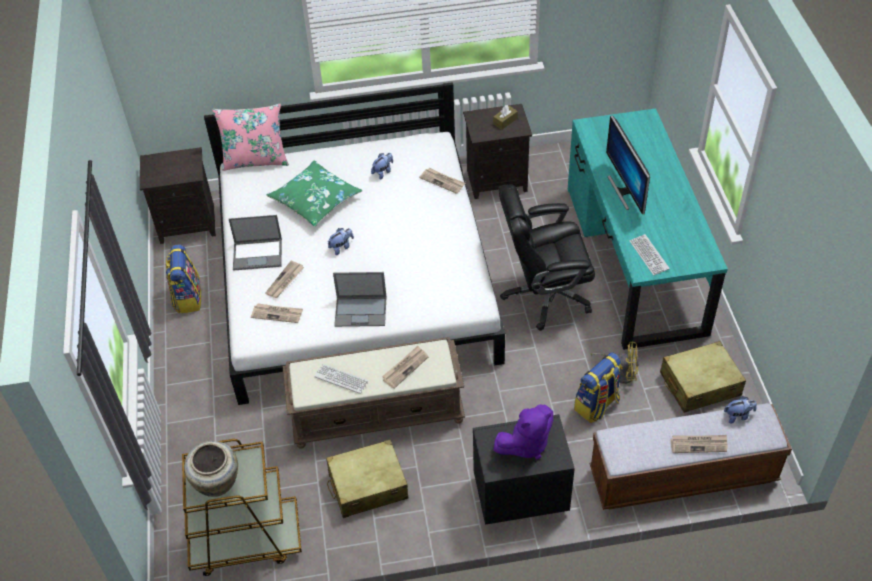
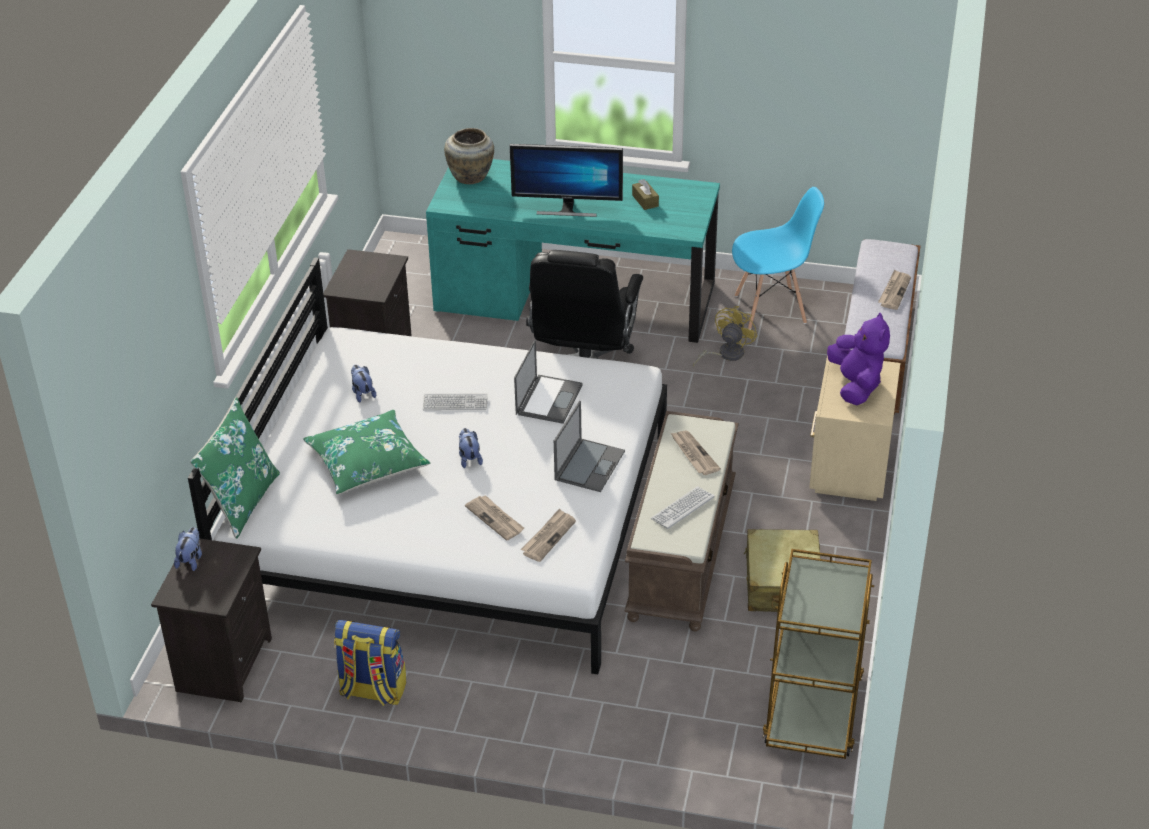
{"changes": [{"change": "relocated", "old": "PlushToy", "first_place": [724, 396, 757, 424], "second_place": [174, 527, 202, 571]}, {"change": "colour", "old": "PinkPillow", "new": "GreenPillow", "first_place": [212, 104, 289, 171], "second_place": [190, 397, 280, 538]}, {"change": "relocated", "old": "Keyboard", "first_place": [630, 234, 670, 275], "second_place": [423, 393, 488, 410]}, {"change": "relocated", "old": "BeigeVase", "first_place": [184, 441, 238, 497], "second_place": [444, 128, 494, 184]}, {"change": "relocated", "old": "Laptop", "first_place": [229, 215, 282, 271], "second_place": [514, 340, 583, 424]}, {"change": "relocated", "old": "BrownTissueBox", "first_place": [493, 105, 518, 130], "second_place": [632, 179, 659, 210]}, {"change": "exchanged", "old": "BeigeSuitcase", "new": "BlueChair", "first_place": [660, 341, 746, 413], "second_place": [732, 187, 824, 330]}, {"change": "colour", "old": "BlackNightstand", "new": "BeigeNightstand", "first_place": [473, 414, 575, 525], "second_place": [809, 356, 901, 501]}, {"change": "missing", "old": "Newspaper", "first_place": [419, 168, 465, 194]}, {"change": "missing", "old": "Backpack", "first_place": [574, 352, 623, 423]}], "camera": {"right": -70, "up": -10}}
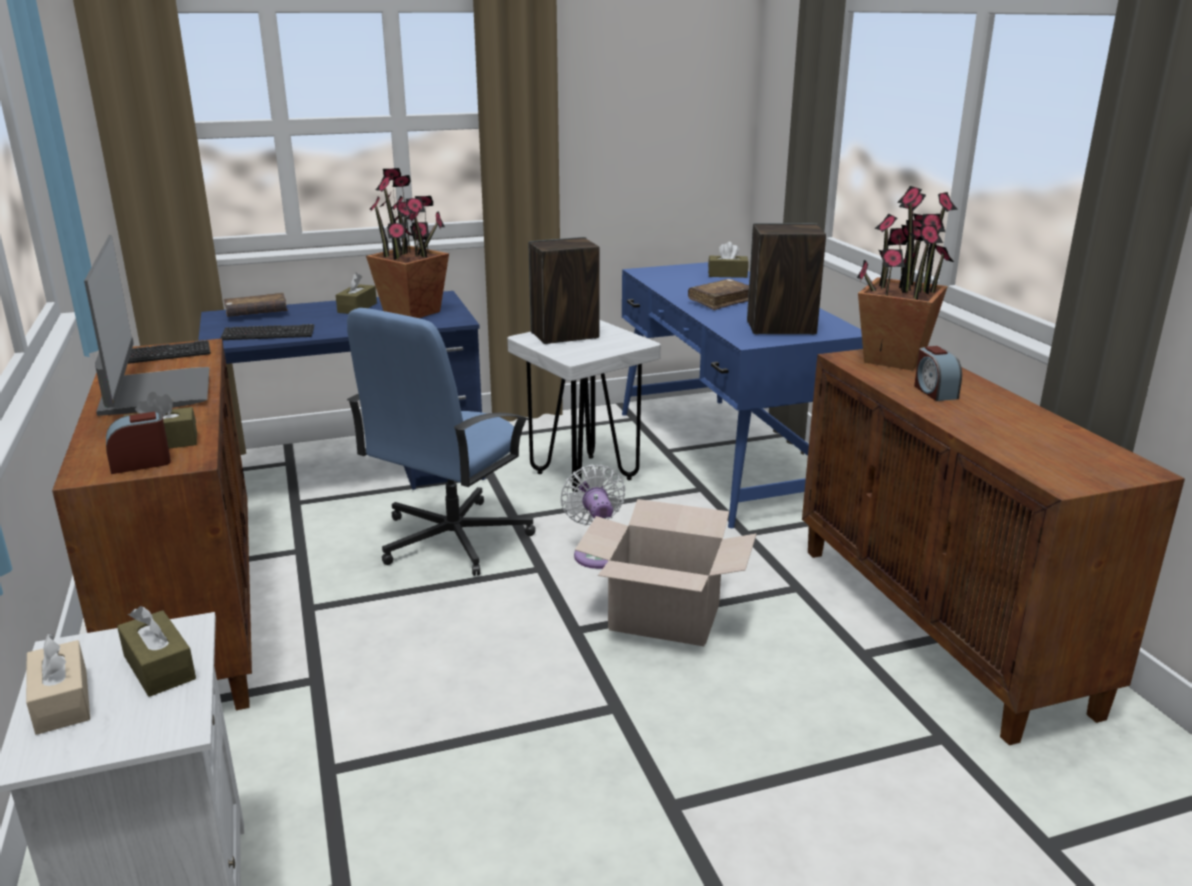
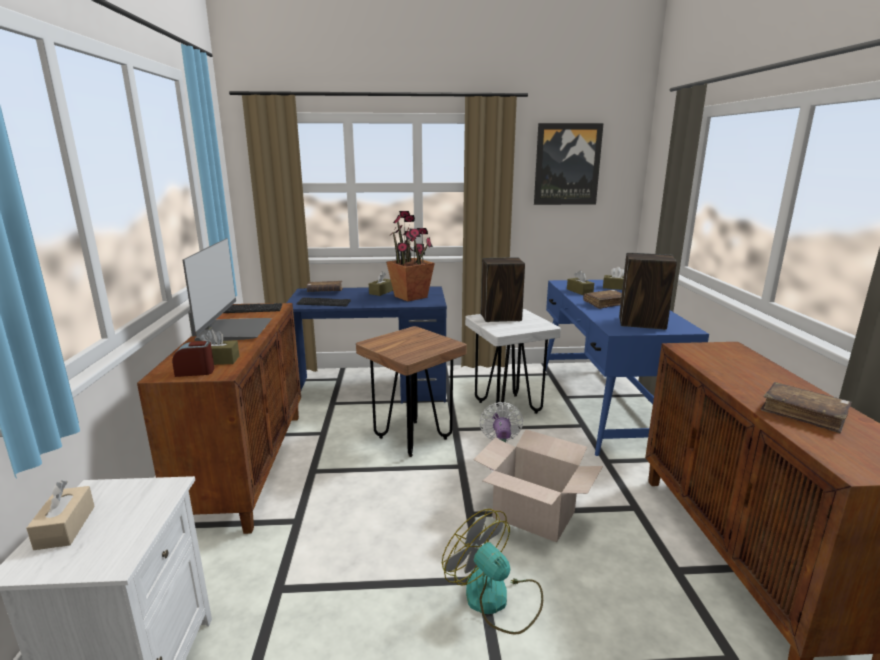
{"changes": [{"change": "exchanged", "old": "BlueOfficeChair", "new": "BrownStool", "first_place": [347, 308, 535, 576], "second_place": [356, 326, 467, 457]}, {"change": "appeared", "new": "Fan", "second_place": [442, 509, 543, 635]}, {"change": "appeared", "new": "Picture", "second_place": [534, 123, 604, 205]}, {"change": "relocated", "old": "BrownTissueBox", "first_place": [117, 606, 196, 697], "second_place": [567, 270, 594, 295]}, {"change": "appeared", "new": "BrownBook", "second_place": [760, 382, 852, 433]}, {"change": "missing", "old": "PottedPlant", "first_place": [857, 186, 958, 371]}, {"change": "missing", "old": "AlarmClock", "first_place": [914, 346, 962, 401]}], "camera": {"right": 15, "up": -5}}
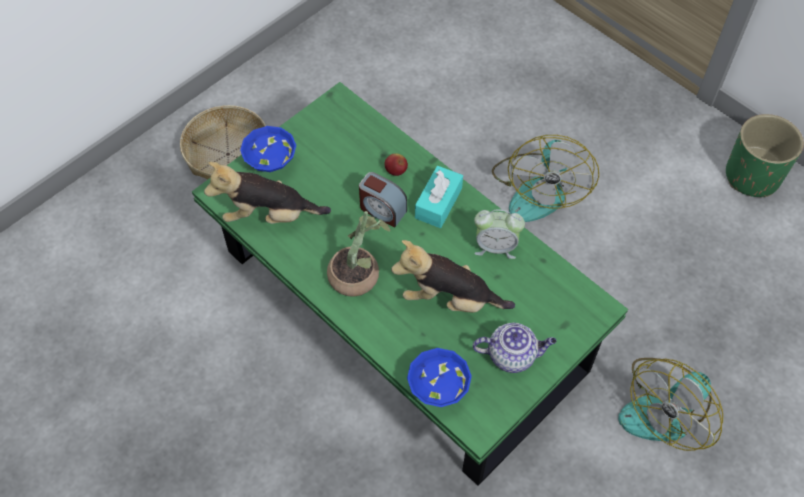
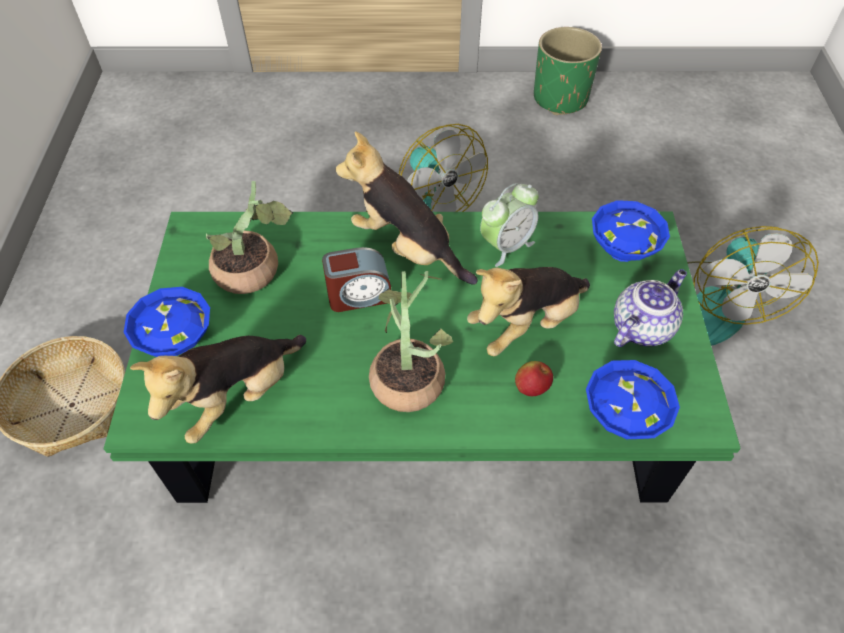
{"changes": [{"change": "appeared", "new": "PottedPlant", "second_place": [206, 181, 293, 294]}, {"change": "exchanged", "old": "TurquoiseTissueBox", "new": "PlushToy", "first_place": [415, 166, 463, 228], "second_place": [336, 131, 478, 285]}, {"change": "relocated", "old": "Apple", "first_place": [384, 153, 408, 176], "second_place": [515, 361, 553, 396]}, {"change": "appeared", "new": "BlueBowl", "second_place": [592, 200, 670, 262]}], "camera": {"right": -45, "up": -5}}
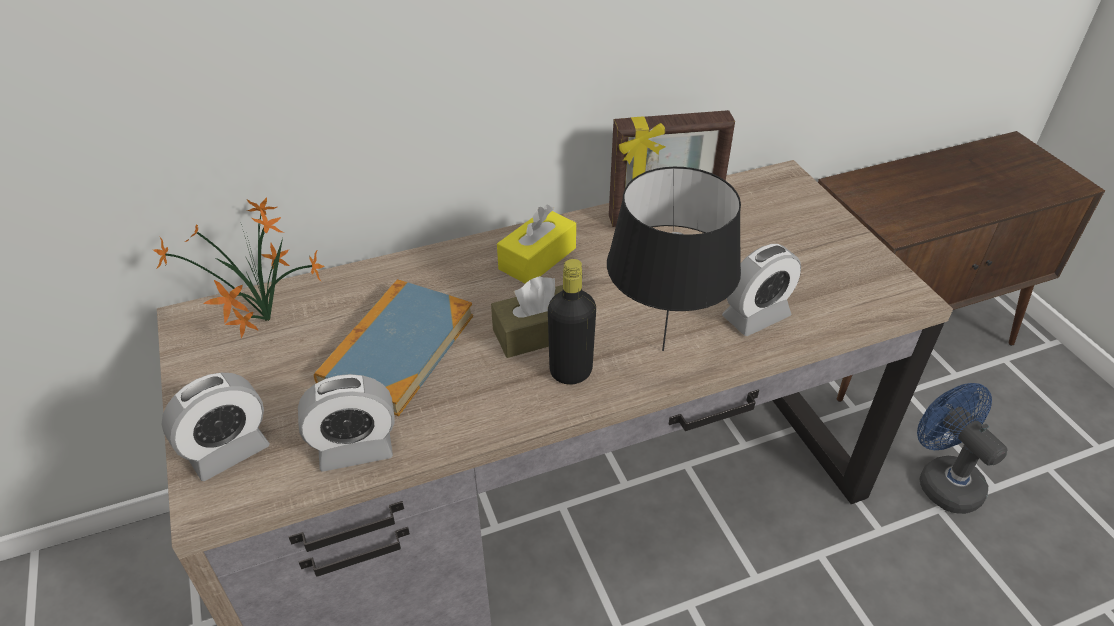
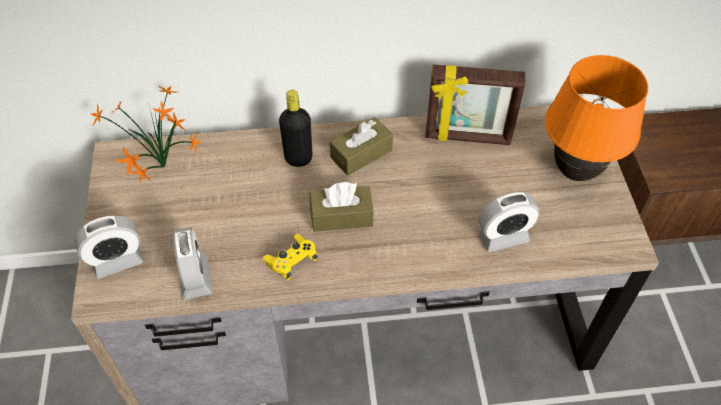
{"changes": [{"change": "spun", "old": "AlarmClock", "first_place": [298, 374, 394, 472], "second_place": [173, 227, 213, 300], "degrees": -105}, {"change": "appeared", "new": "YellowGameController", "second_place": [263, 234, 318, 280]}, {"change": "relocated", "old": "BlackBottle", "first_place": [548, 259, 596, 384], "second_place": [279, 90, 313, 167]}, {"change": "colour", "old": "YellowTissueBox", "new": "BrownTissueBox", "first_place": [497, 204, 576, 284], "second_place": [330, 117, 393, 176]}, {"change": "appeared", "new": "OrangeTableLamp", "second_place": [545, 55, 648, 181]}, {"change": "missing", "old": "Book", "first_place": [314, 279, 473, 416]}, {"change": "missing", "old": "BlackTableLamp", "first_place": [607, 167, 741, 351]}, {"change": "missing", "old": "BlueFan", "first_place": [917, 383, 1008, 514]}], "camera": {"right": 15, "up": 10}}
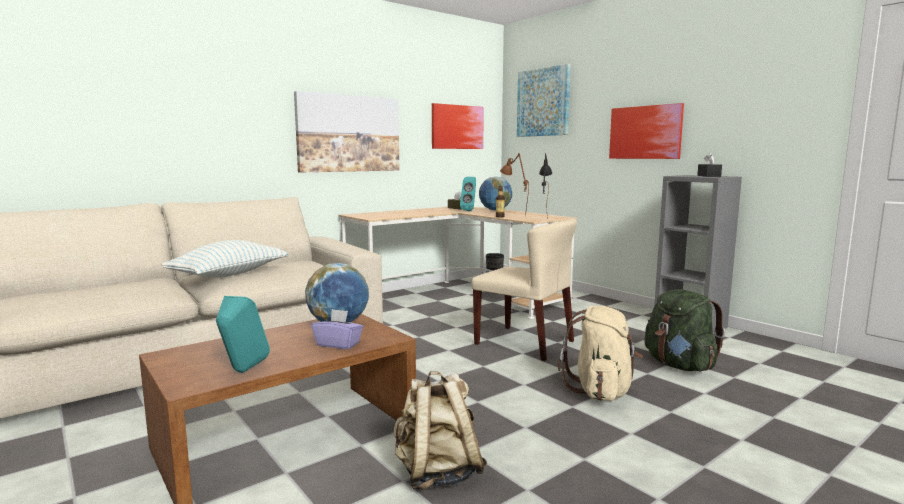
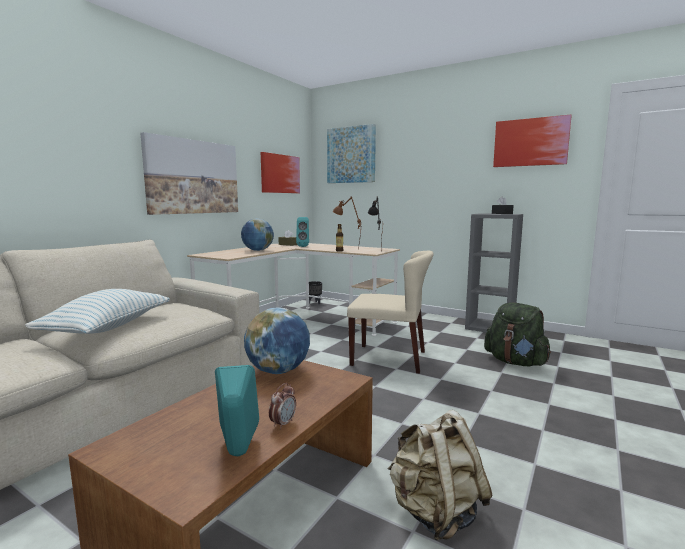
{"changes": [{"change": "relocated", "old": "Globe", "first_place": [479, 176, 512, 210], "second_place": [241, 218, 274, 251]}, {"change": "appeared", "new": "AlarmClock", "second_place": [269, 383, 296, 430]}, {"change": "relocated", "old": "Picture", "first_place": [609, 103, 684, 159], "second_place": [493, 115, 572, 167]}, {"change": "missing", "old": "PurpleTissueBox", "first_place": [311, 309, 363, 349]}, {"change": "missing", "old": "BeigeBackpack", "first_place": [558, 306, 643, 401]}], "camera": {"right": -20, "up": 0}}
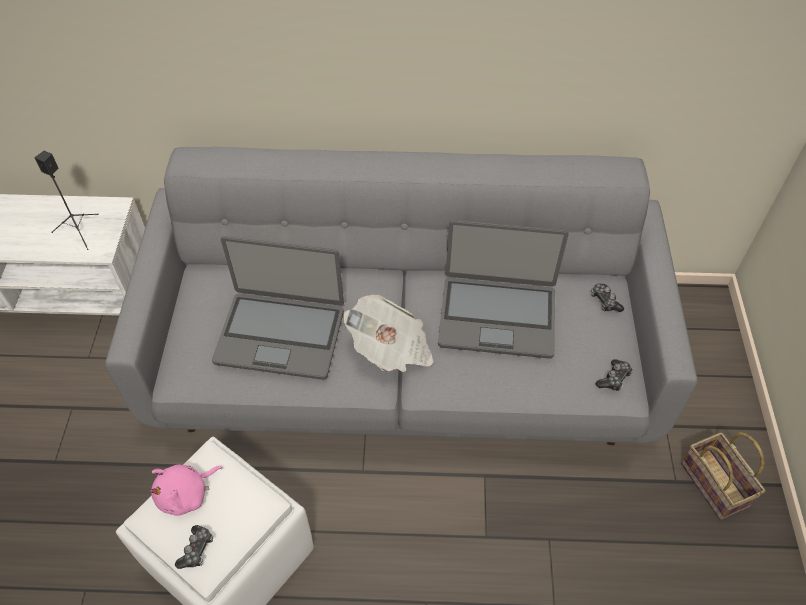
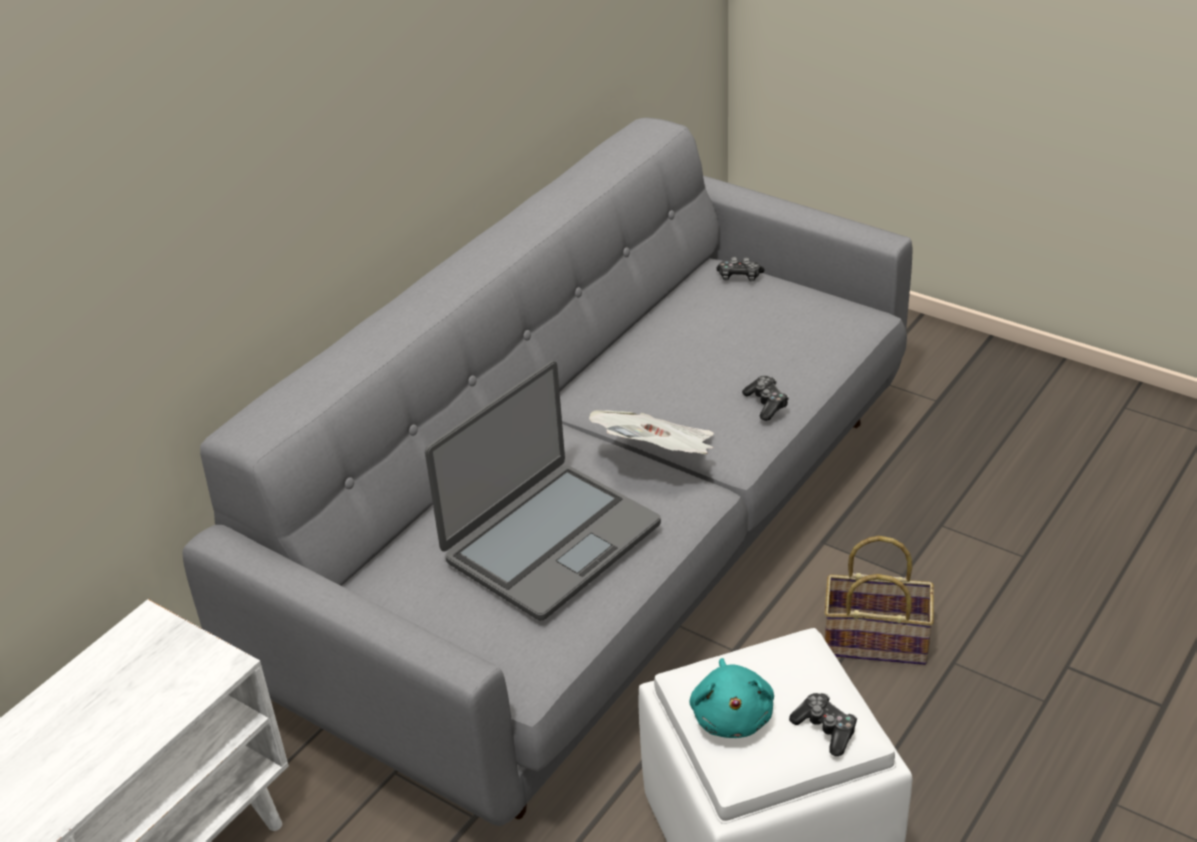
{"changes": [{"change": "colour", "old": "PinkPlushToy", "new": "TurquoisePlushToy", "first_place": [150, 465, 223, 516], "second_place": [690, 658, 774, 738]}, {"change": "relocated", "old": "GameController", "first_place": [596, 359, 633, 391], "second_place": [742, 376, 789, 421]}, {"change": "relocated", "old": "Basket", "first_place": [681, 432, 765, 520], "second_place": [824, 536, 934, 665]}, {"change": "missing", "old": "BlackSpeaker", "first_place": [34, 151, 99, 250]}, {"change": "missing", "old": "Laptop", "first_place": [438, 220, 569, 359]}], "camera": {"right": -55, "up": -15}}
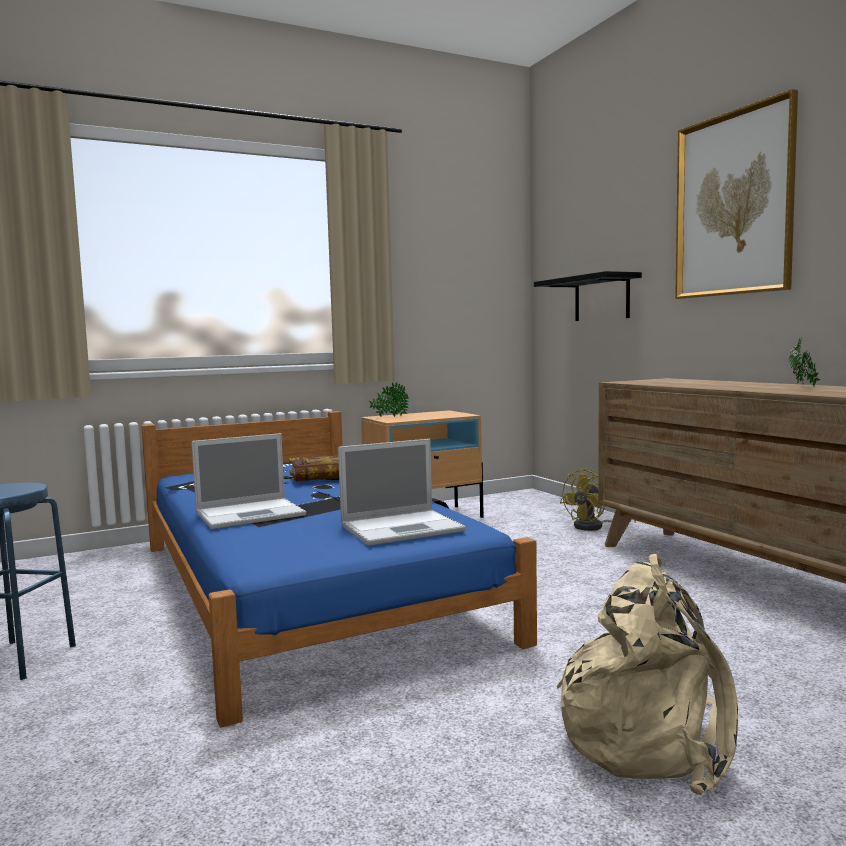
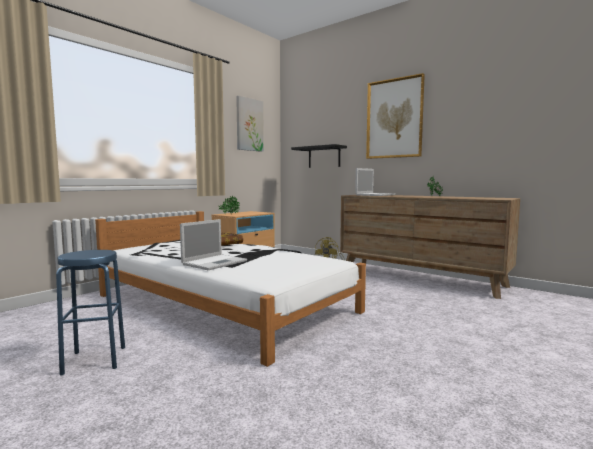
{"changes": [{"change": "colour", "old": "BlueBed", "new": "WhiteBed", "first_place": [141, 411, 537, 727], "second_place": [95, 211, 366, 367]}, {"change": "appeared", "new": "Picture", "second_place": [236, 96, 264, 152]}, {"change": "relocated", "old": "Laptop", "first_place": [338, 439, 466, 546], "second_place": [355, 168, 395, 196]}, {"change": "missing", "old": "BeigeBackpack", "first_place": [557, 554, 738, 795]}], "camera": {"right": -25, "up": 0}}
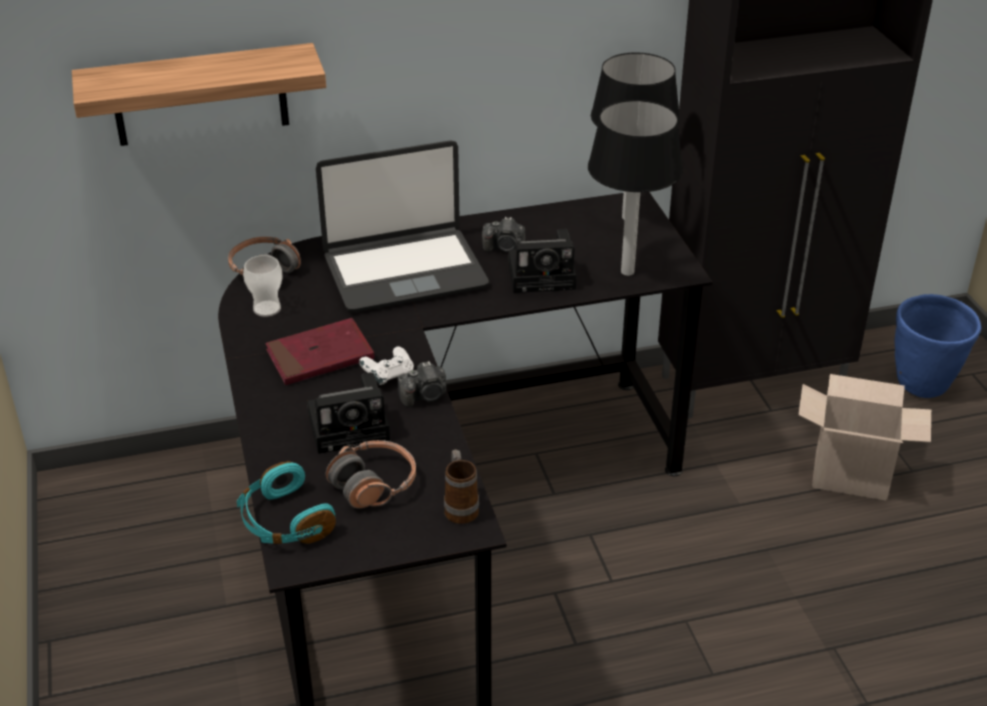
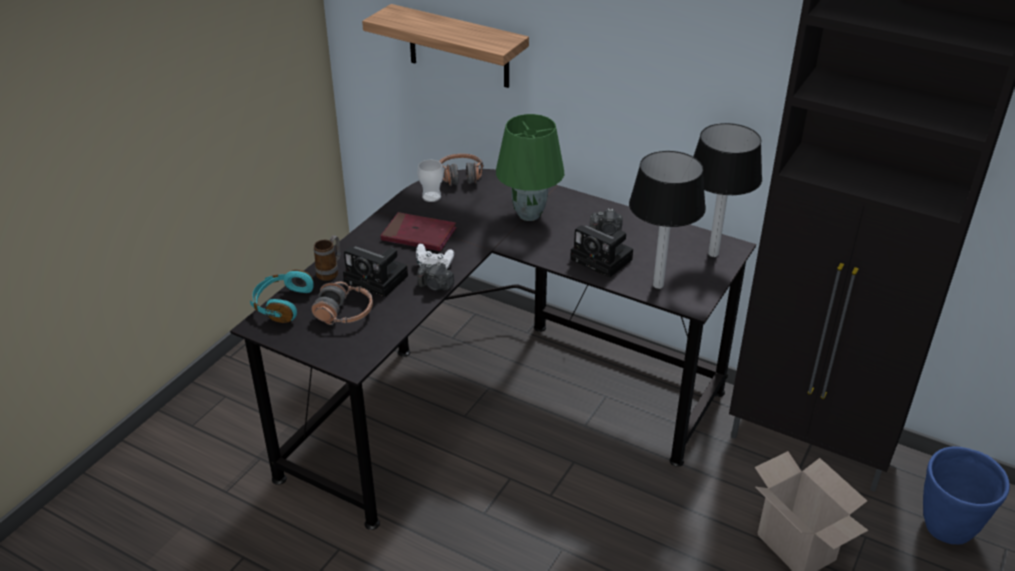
{"changes": [{"change": "relocated", "old": "Mug", "first_place": [444, 449, 479, 524], "second_place": [314, 235, 341, 281]}, {"change": "exchanged", "old": "Laptop", "new": "GreenTableLamp", "first_place": [316, 140, 489, 312], "second_place": [496, 114, 564, 221]}, {"change": "spun", "old": "PhotoCamera", "first_place": [482, 217, 525, 252], "second_place": [590, 208, 623, 235], "degrees": -45}], "camera": {"right": 45, "up": 0}}
